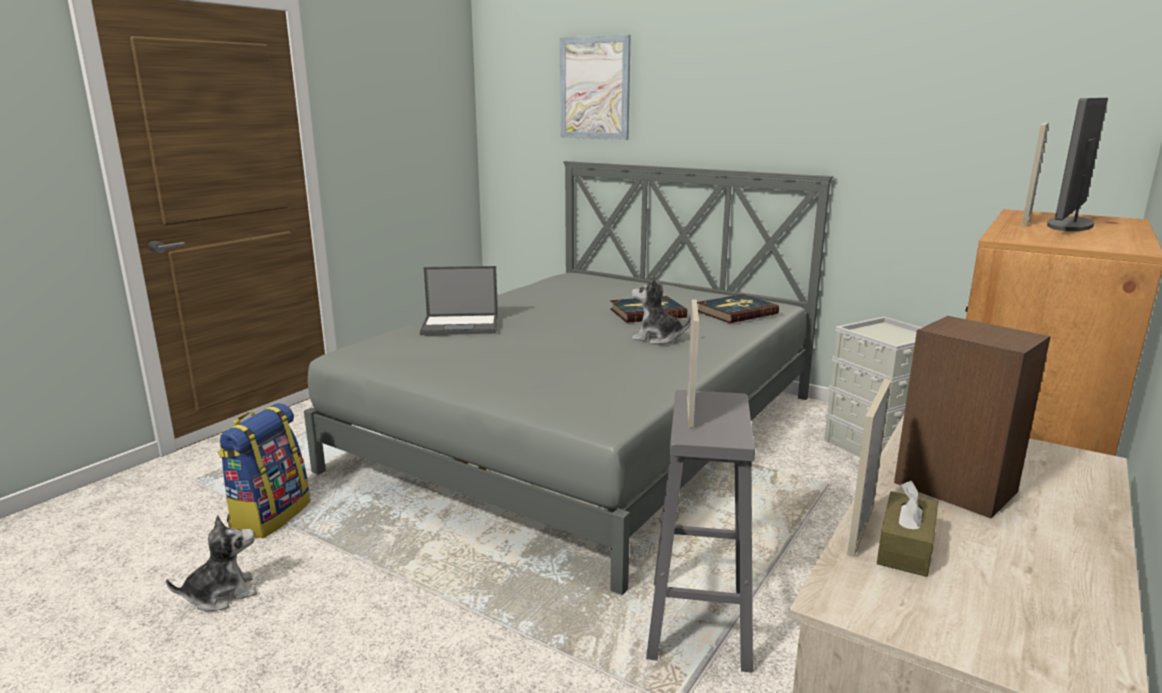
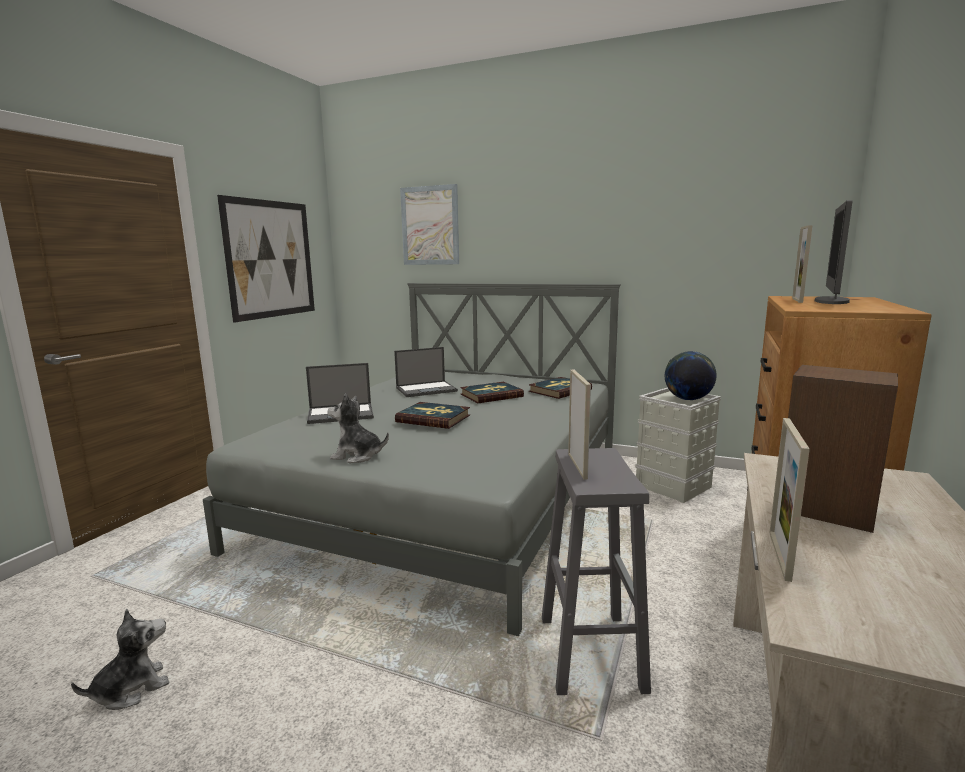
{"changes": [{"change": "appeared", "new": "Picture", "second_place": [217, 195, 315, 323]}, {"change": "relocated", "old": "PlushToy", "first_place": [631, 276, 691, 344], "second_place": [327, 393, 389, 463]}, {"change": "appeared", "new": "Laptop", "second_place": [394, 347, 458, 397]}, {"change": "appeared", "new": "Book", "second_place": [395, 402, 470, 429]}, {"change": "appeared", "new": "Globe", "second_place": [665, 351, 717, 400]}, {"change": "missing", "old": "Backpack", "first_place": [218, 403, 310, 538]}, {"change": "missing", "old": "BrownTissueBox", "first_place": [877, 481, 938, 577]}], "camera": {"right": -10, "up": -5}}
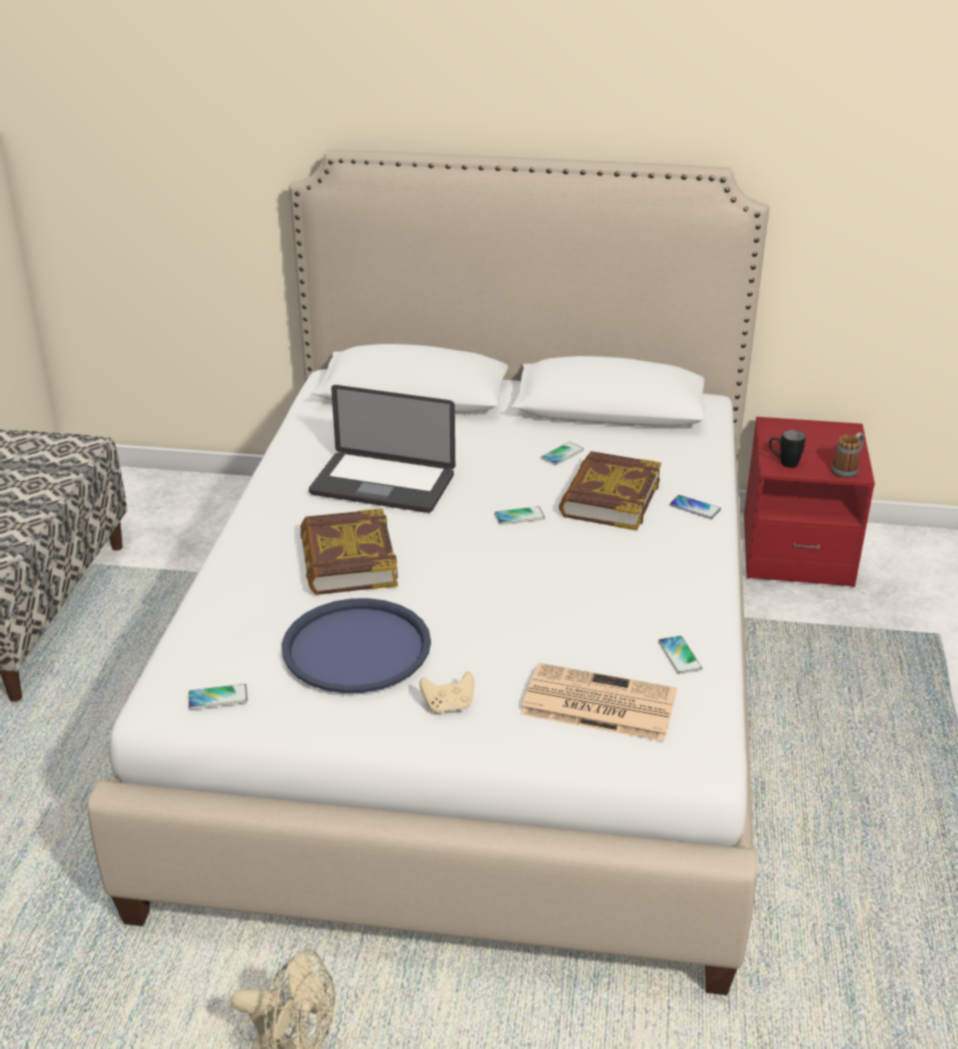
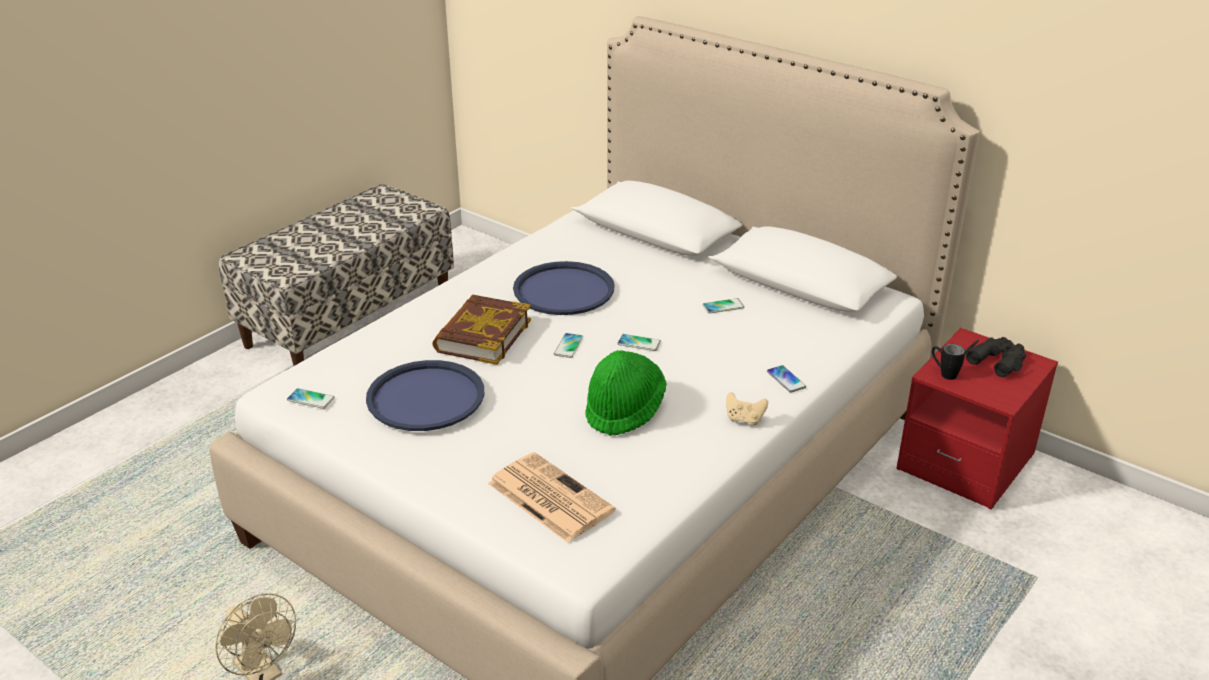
{"changes": [{"change": "exchanged", "old": "Laptop", "new": "BlueTray", "first_place": [309, 385, 455, 513], "second_place": [513, 261, 615, 315]}, {"change": "relocated", "old": "Phone", "first_place": [658, 636, 702, 674], "second_place": [554, 333, 583, 358]}, {"change": "appeared", "new": "GreenHat", "second_place": [585, 350, 666, 436]}, {"change": "relocated", "old": "BeigeGameController", "first_place": [420, 671, 474, 713], "second_place": [726, 392, 768, 425]}, {"change": "appeared", "new": "BlackBinoculars", "second_place": [965, 337, 1026, 377]}, {"change": "missing", "old": "Book", "first_place": [559, 451, 661, 531]}, {"change": "missing", "old": "Mug", "first_place": [831, 432, 864, 478]}], "camera": {"right": 30, "up": 0}}
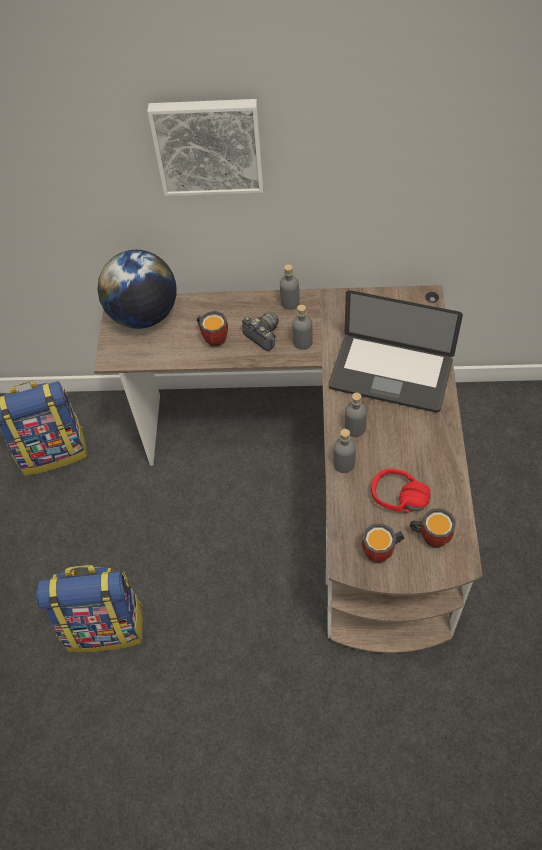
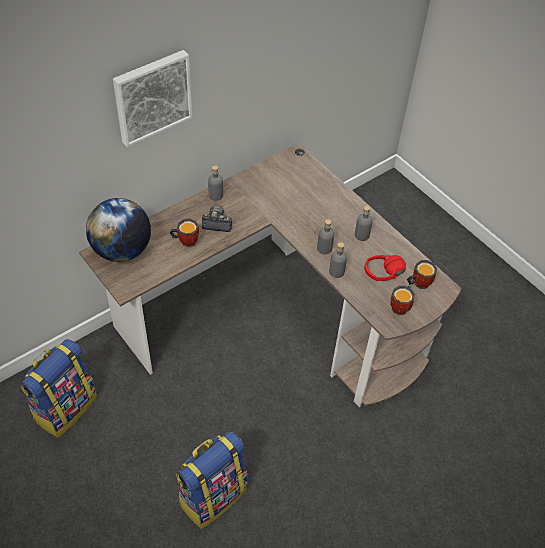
{"changes": [{"change": "relocated", "old": "GreyBottle", "first_place": [292, 305, 313, 350], "second_place": [355, 206, 373, 241]}, {"change": "missing", "old": "Laptop", "first_place": [328, 290, 463, 413]}], "camera": {"right": -45, "up": -5}}
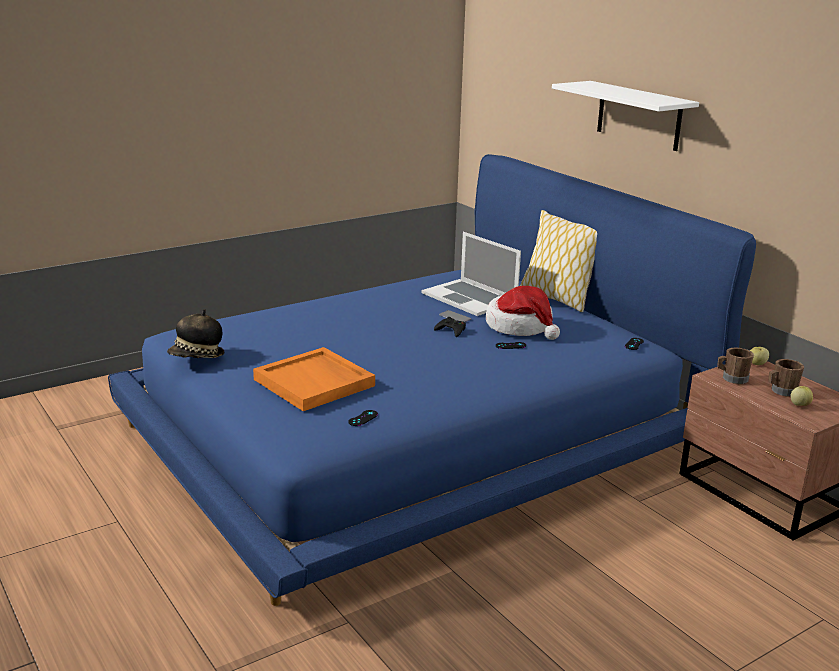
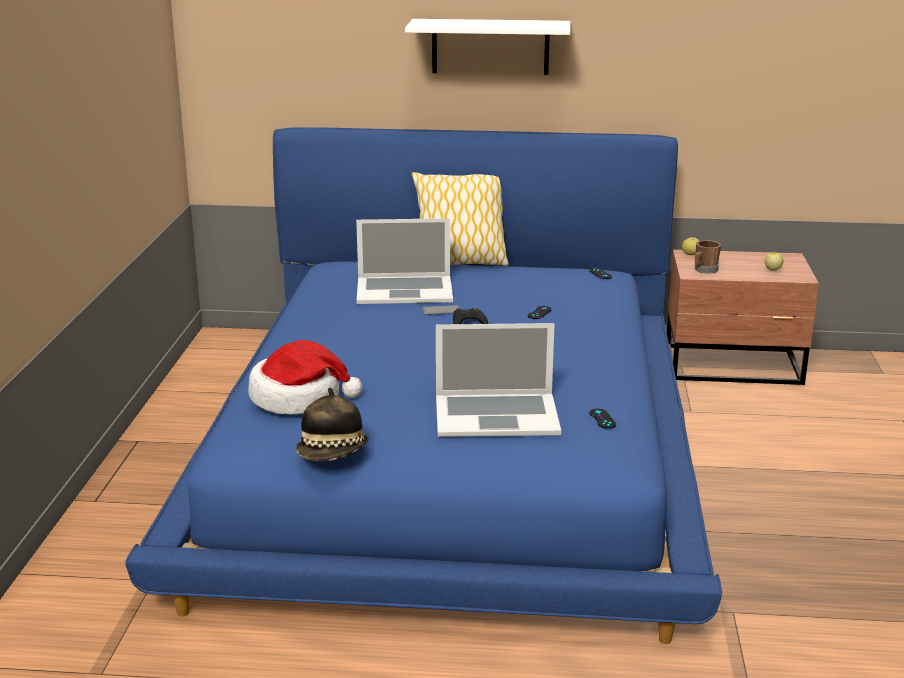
{"changes": [{"change": "relocated", "old": "Hat", "first_place": [486, 286, 560, 340], "second_place": [248, 340, 362, 415]}, {"change": "exchanged", "old": "OrangeTray", "new": "Laptop", "first_place": [253, 347, 375, 411], "second_place": [436, 323, 561, 437]}, {"change": "missing", "old": "BrownMug", "first_place": [768, 359, 804, 397]}], "camera": {"right": -50, "up": 0}}
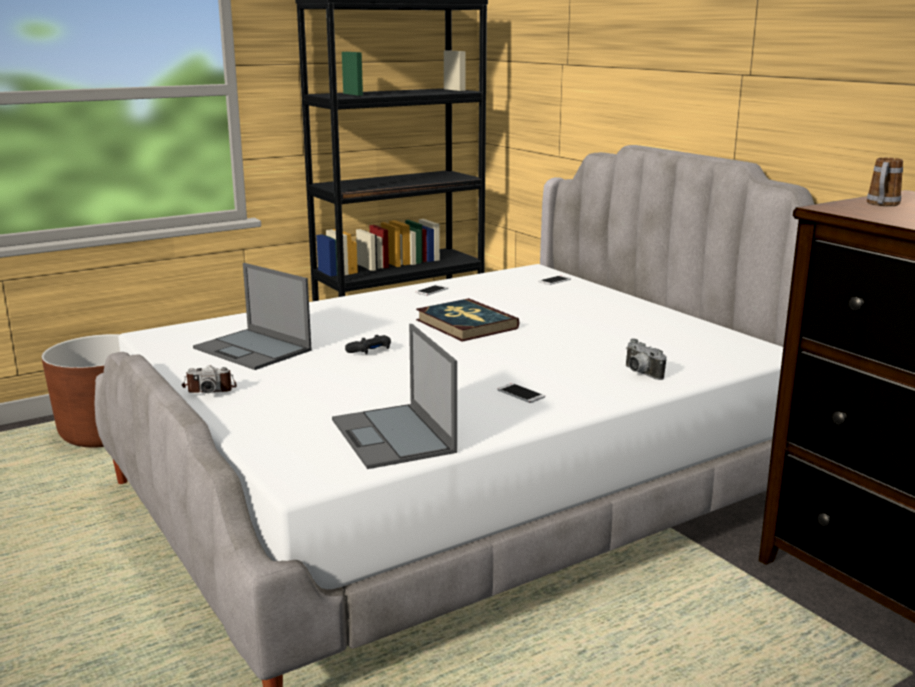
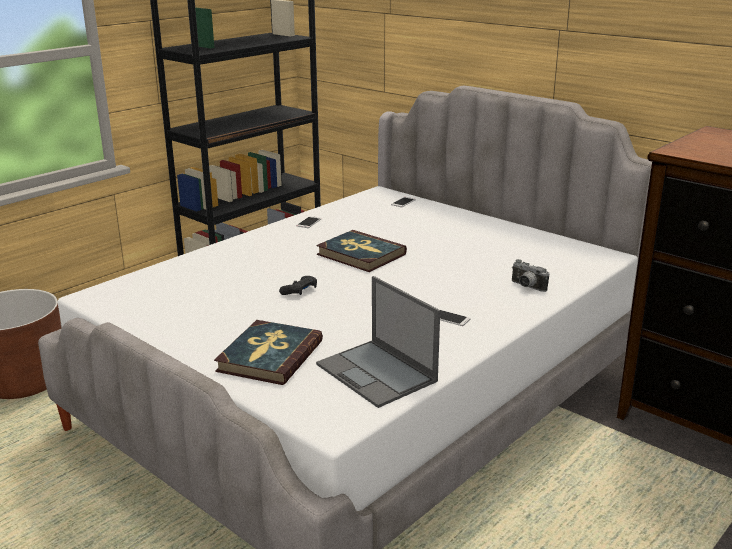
{"changes": [{"change": "appeared", "new": "Book", "second_place": [214, 320, 323, 385]}, {"change": "missing", "old": "PhotoCamera", "first_place": [182, 366, 237, 393]}, {"change": "missing", "old": "Laptop", "first_place": [193, 263, 312, 370]}, {"change": "missing", "old": "Mug", "first_place": [867, 157, 903, 206]}], "camera": {"right": -15, "up": 5}}
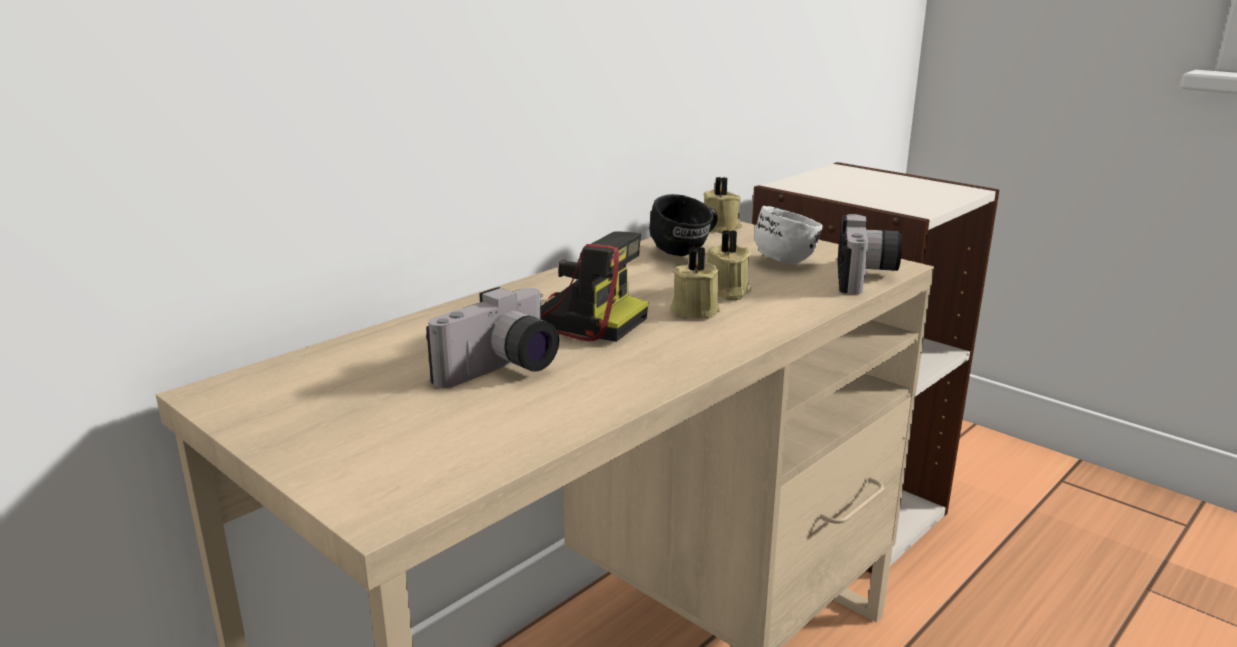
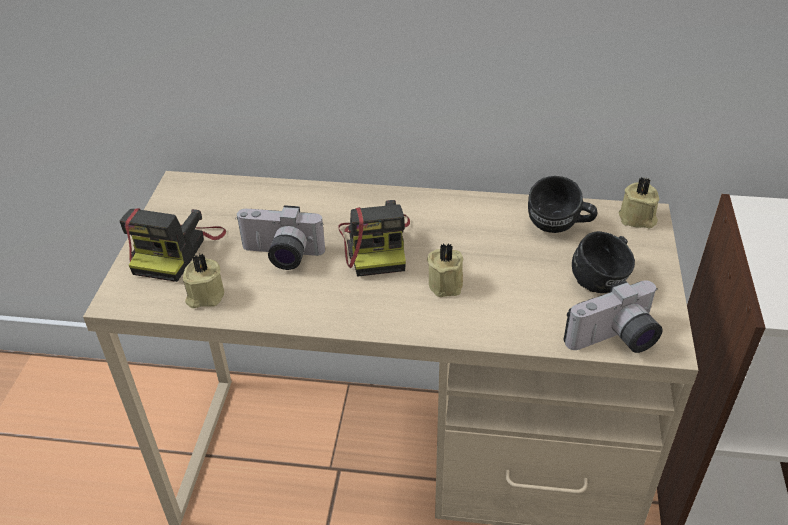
{"changes": [{"change": "appeared", "new": "PhotoCamera", "second_place": [120, 208, 226, 282]}, {"change": "relocated", "old": "BeigeCandle", "first_place": [707, 230, 751, 300], "second_place": [183, 254, 224, 308]}, {"change": "colour", "old": "WhiteMug", "new": "BlackMug", "first_place": [755, 206, 823, 265], "second_place": [572, 231, 635, 293]}], "camera": {"right": 55, "up": 20}}
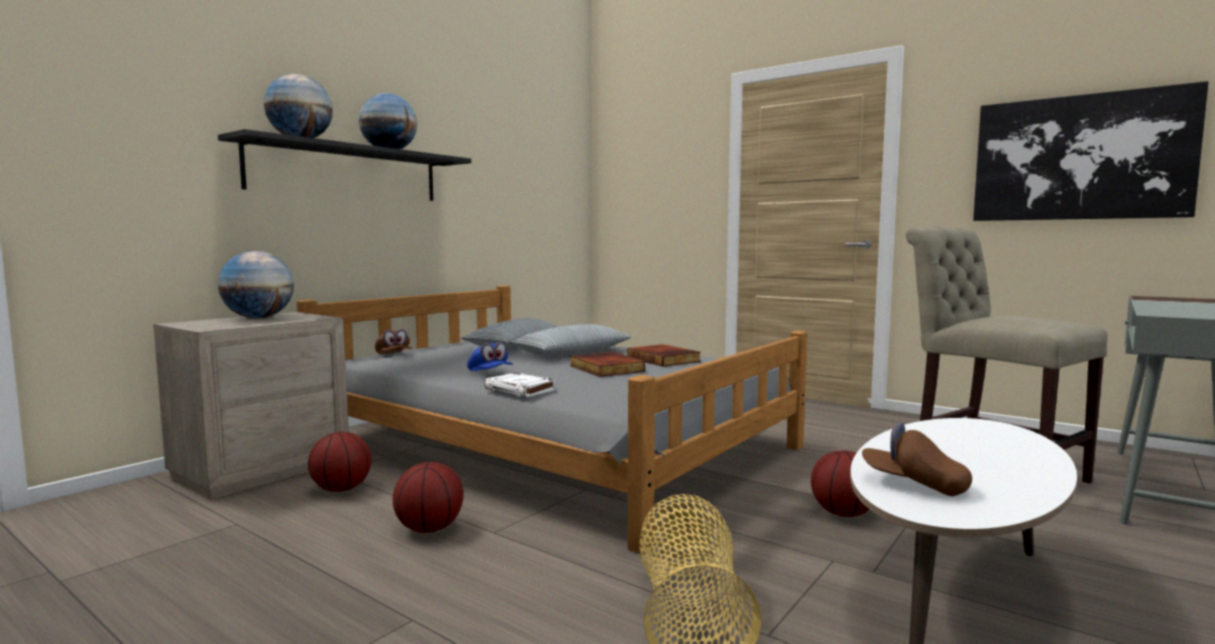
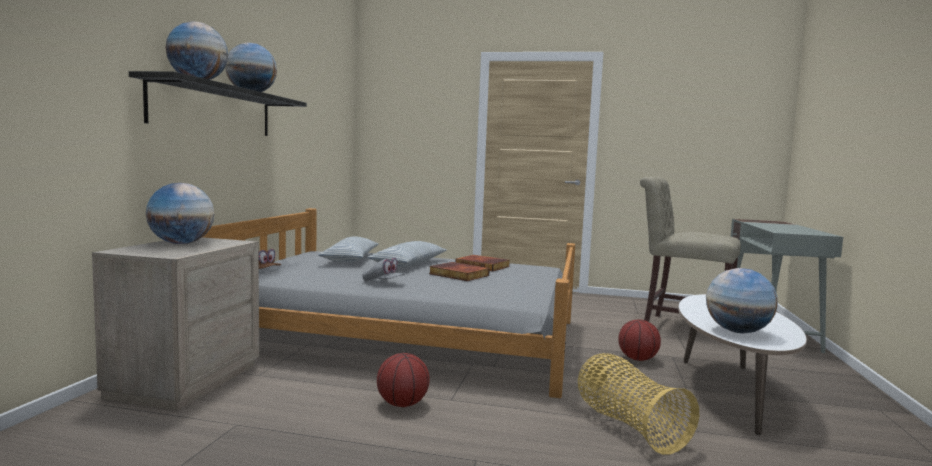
{"changes": [{"change": "colour", "old": "BlueCap", "new": "GreyCap", "first_place": [467, 342, 513, 371], "second_place": [363, 258, 405, 281]}, {"change": "exchanged", "old": "BrownCap", "new": "Globe", "first_place": [862, 422, 972, 496], "second_place": [706, 268, 778, 333]}, {"change": "missing", "old": "Basketball", "first_place": [308, 432, 372, 492]}, {"change": "missing", "old": "WhiteBook", "first_place": [484, 373, 555, 397]}, {"change": "missing", "old": "Picture", "first_place": [973, 81, 1209, 221]}], "camera": {"right": -25, "up": 0}}
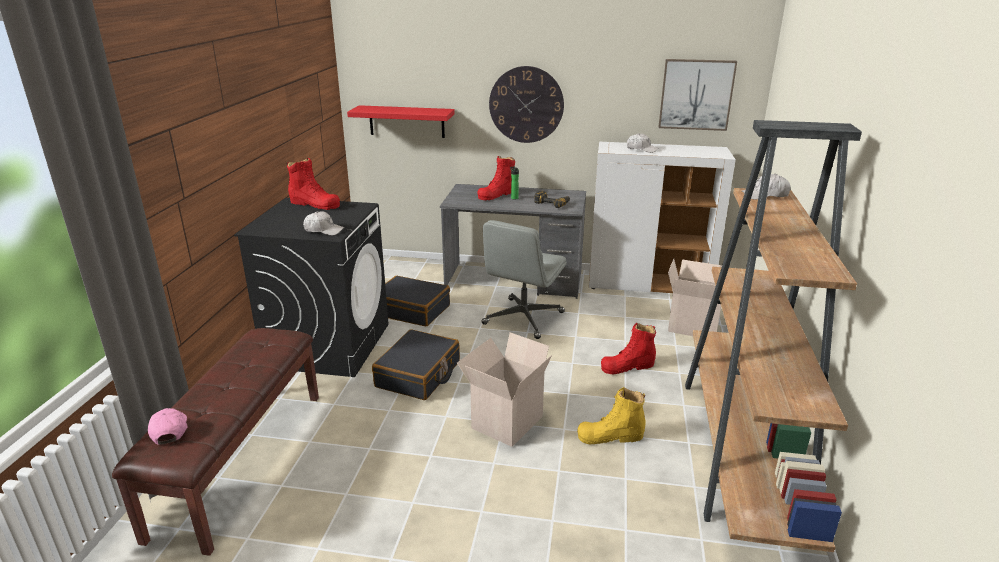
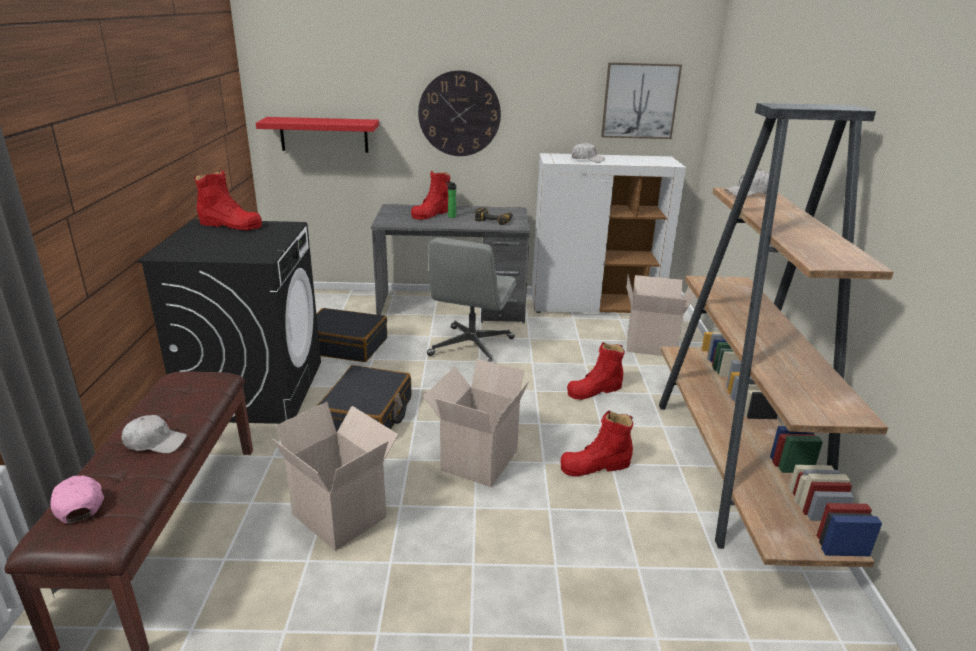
{"changes": [{"change": "relocated", "old": "WhiteCap", "first_place": [303, 211, 344, 236], "second_place": [122, 415, 187, 453]}, {"change": "appeared", "new": "CardboardBox", "second_place": [272, 402, 398, 551]}, {"change": "colour", "old": "YellowBoot", "new": "RedBoot", "first_place": [577, 387, 646, 444], "second_place": [560, 411, 633, 477]}], "camera": {"right": -10, "up": 0}}
